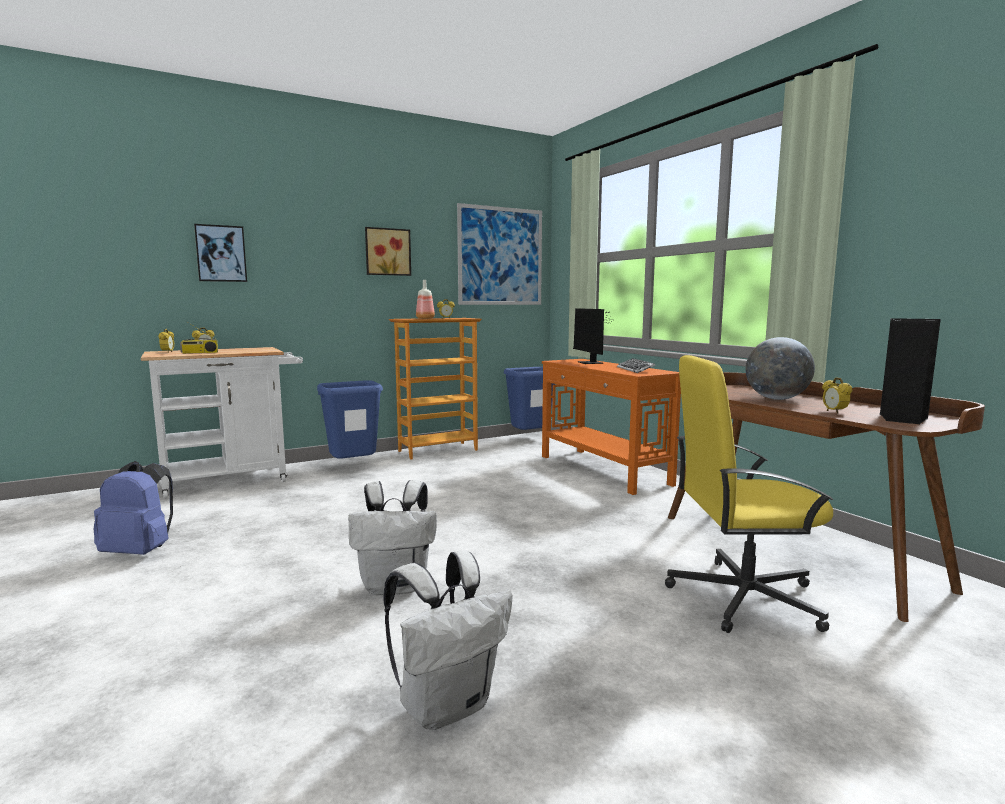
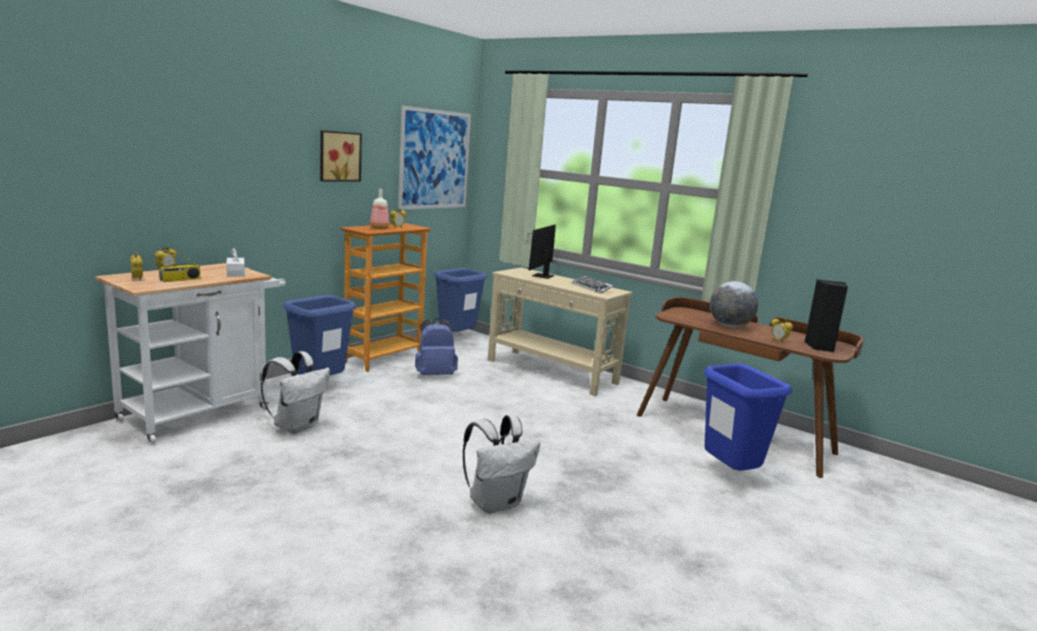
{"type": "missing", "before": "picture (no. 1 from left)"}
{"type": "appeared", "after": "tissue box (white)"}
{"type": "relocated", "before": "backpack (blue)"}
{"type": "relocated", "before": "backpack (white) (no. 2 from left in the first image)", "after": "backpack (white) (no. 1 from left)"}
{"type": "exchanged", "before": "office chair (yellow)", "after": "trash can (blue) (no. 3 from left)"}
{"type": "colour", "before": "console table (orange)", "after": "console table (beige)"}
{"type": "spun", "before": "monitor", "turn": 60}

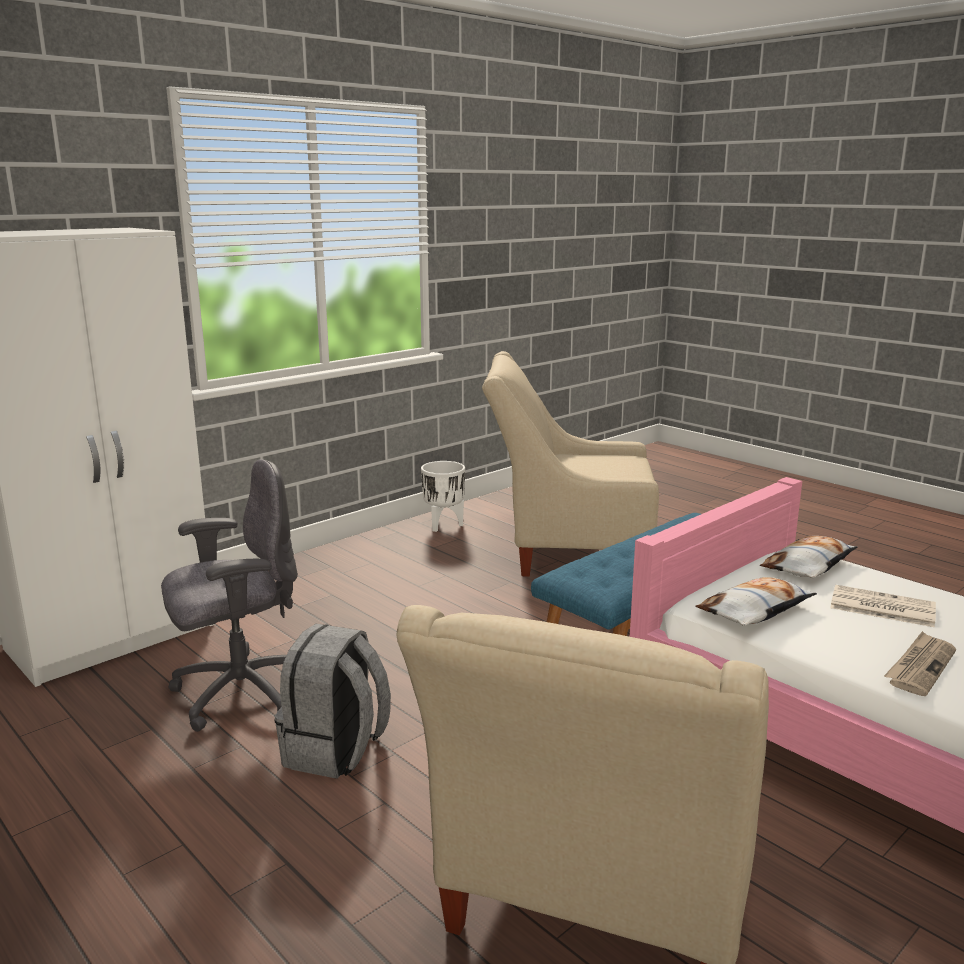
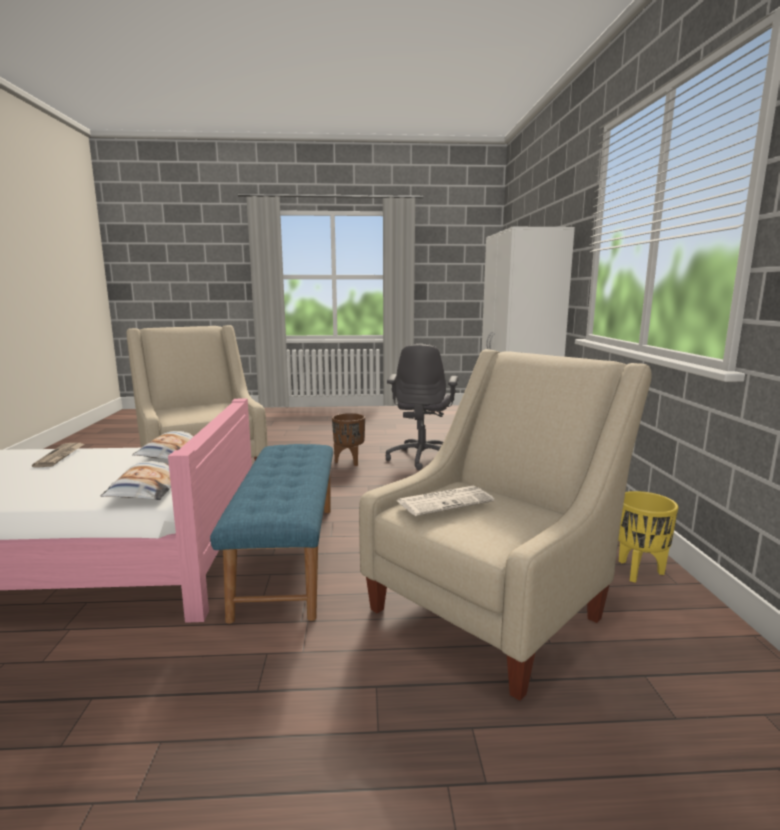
{"type": "relocated", "before": "newspaper (no. 1 from left in the first image)", "after": "newspaper (no. 2 from left)"}
{"type": "exchanged", "before": "backpack (grey)", "after": "planter (brown)"}
{"type": "colour", "before": "planter (white)", "after": "planter (yellow)"}

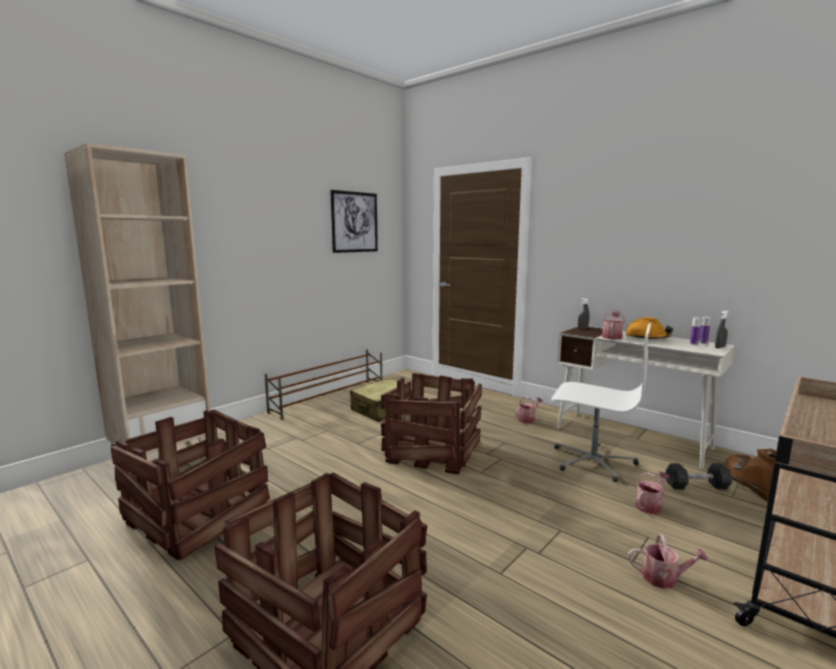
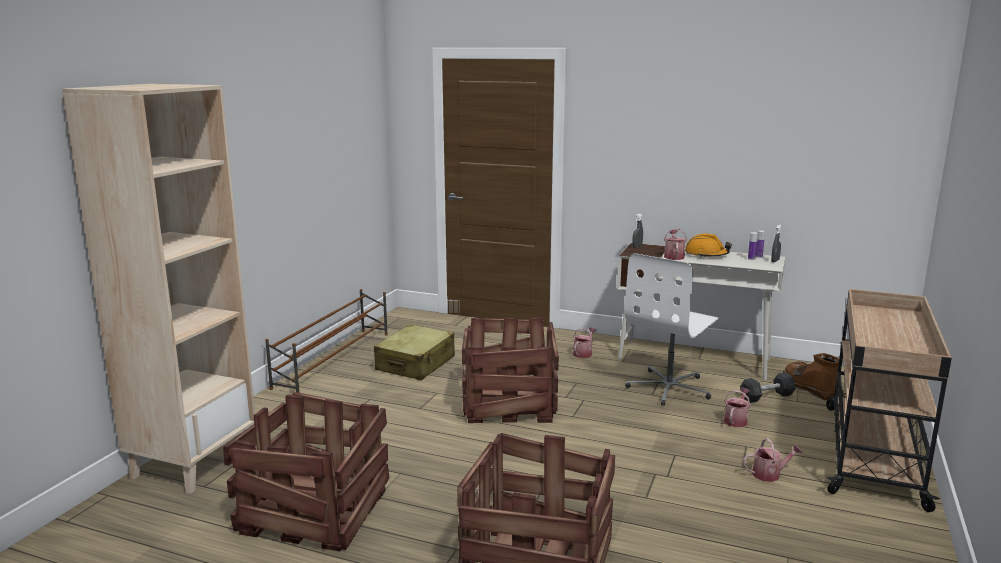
{"type": "missing", "before": "picture"}
{"type": "spun", "before": "office chair (white)", "turn": 120}

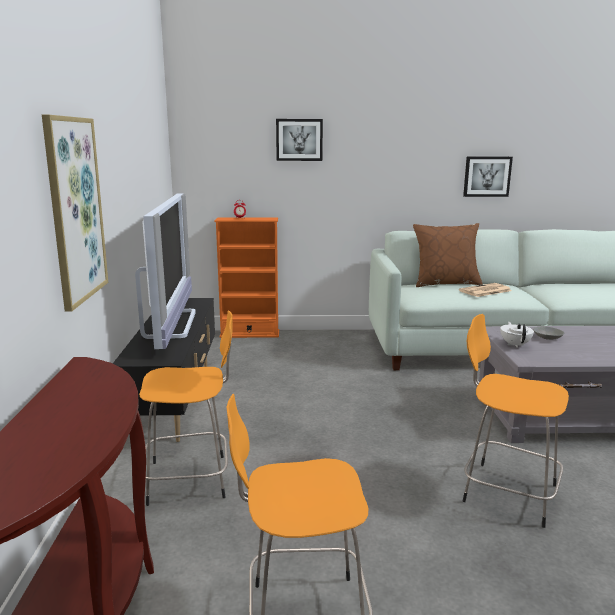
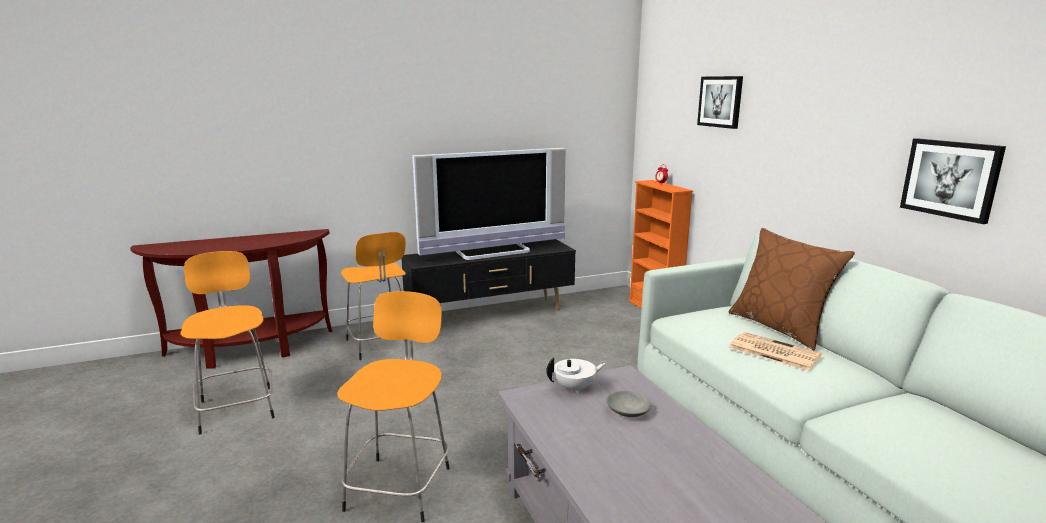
{"type": "missing", "before": "picture (no. 1 from left)"}

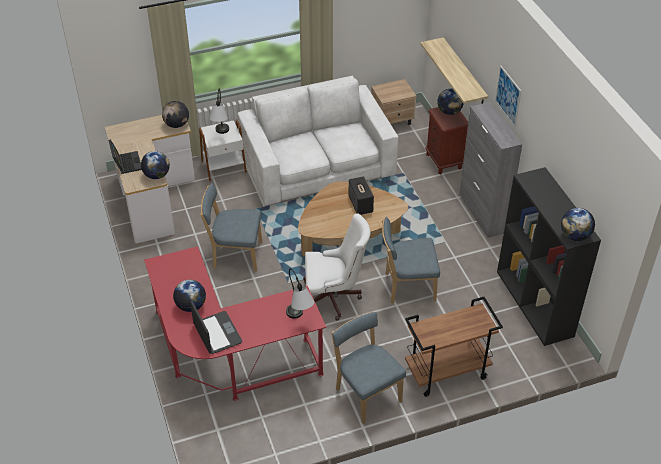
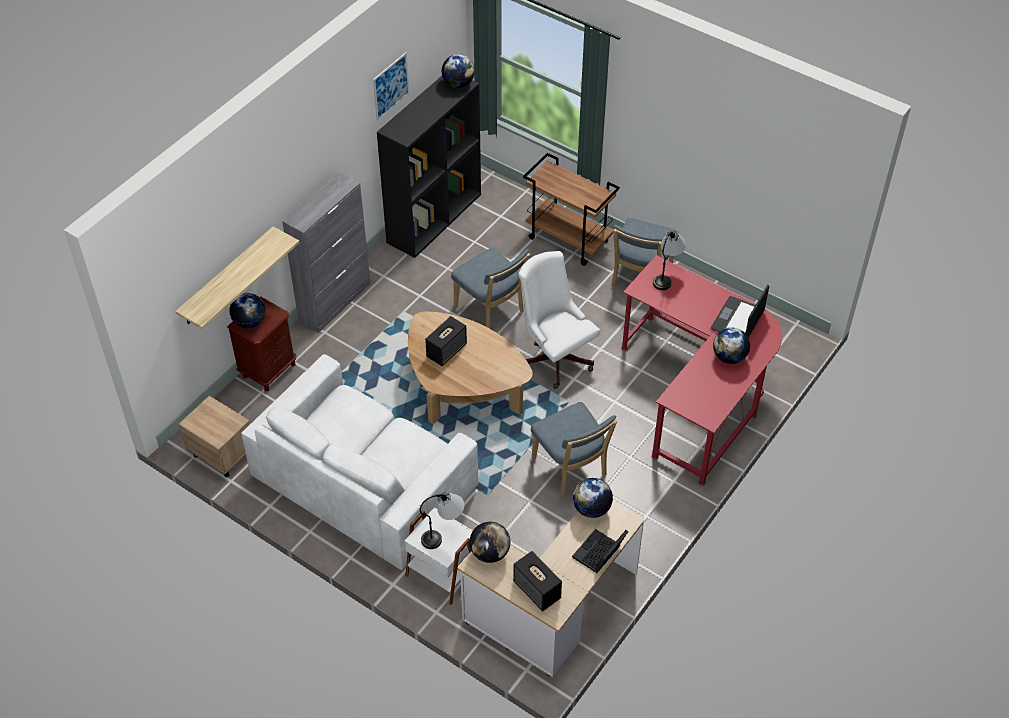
{"type": "appeared", "after": "speaker (no. 2 from left)"}
{"type": "relocated", "before": "picture"}

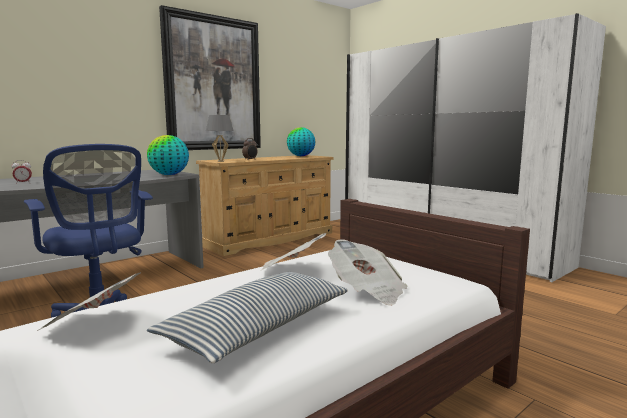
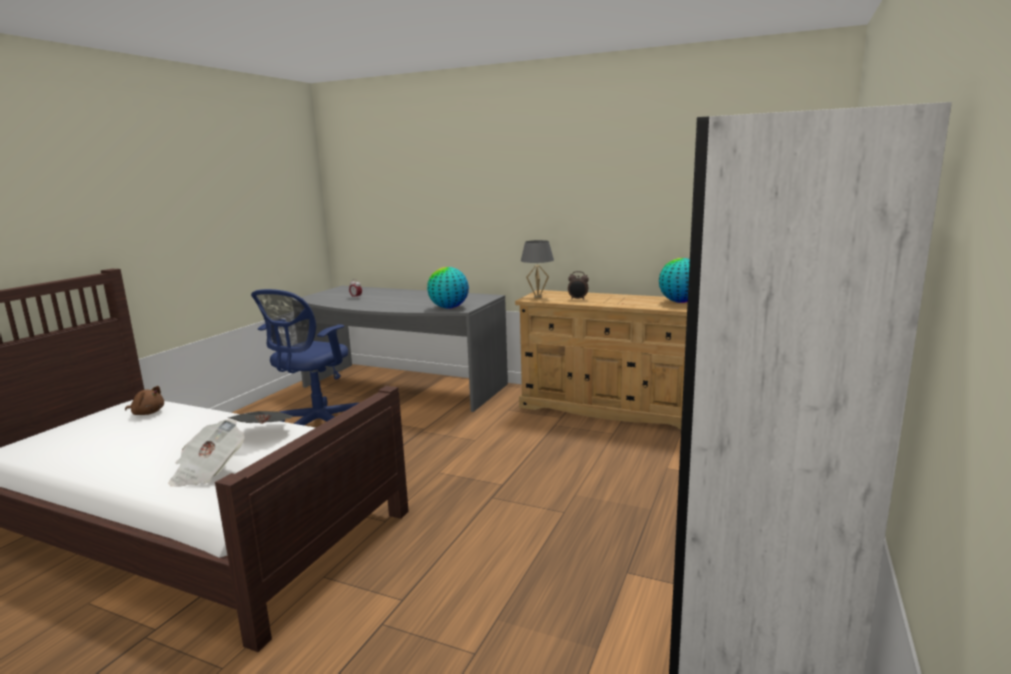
{"type": "missing", "before": "pillow"}
{"type": "missing", "before": "picture"}
{"type": "exchanged", "before": "newspaper (no. 1 from left)", "after": "plush toy (brown)"}

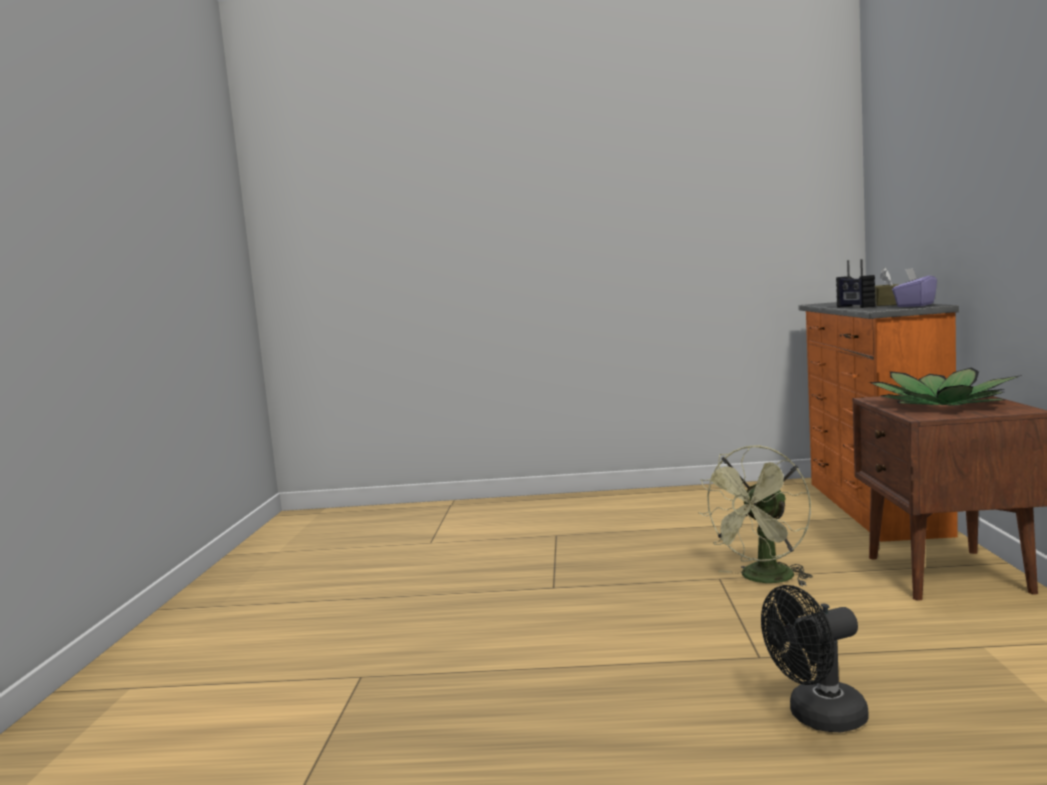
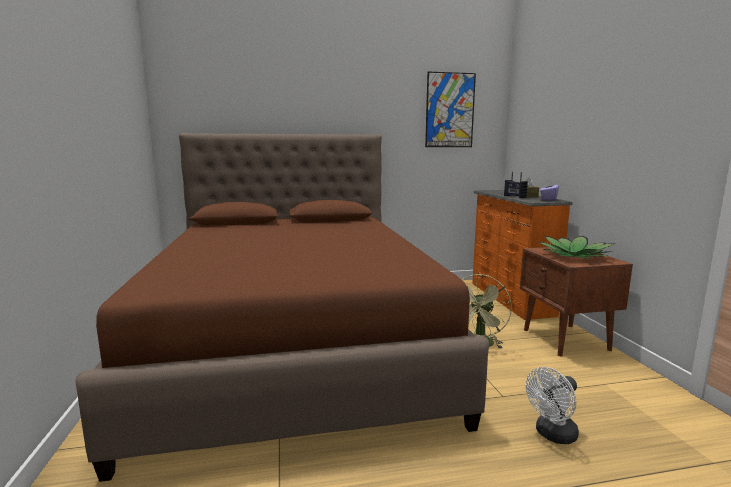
{"type": "appeared", "after": "bed (brown)"}
{"type": "appeared", "after": "picture"}
{"type": "colour", "before": "fan (black)", "after": "fan (white)"}

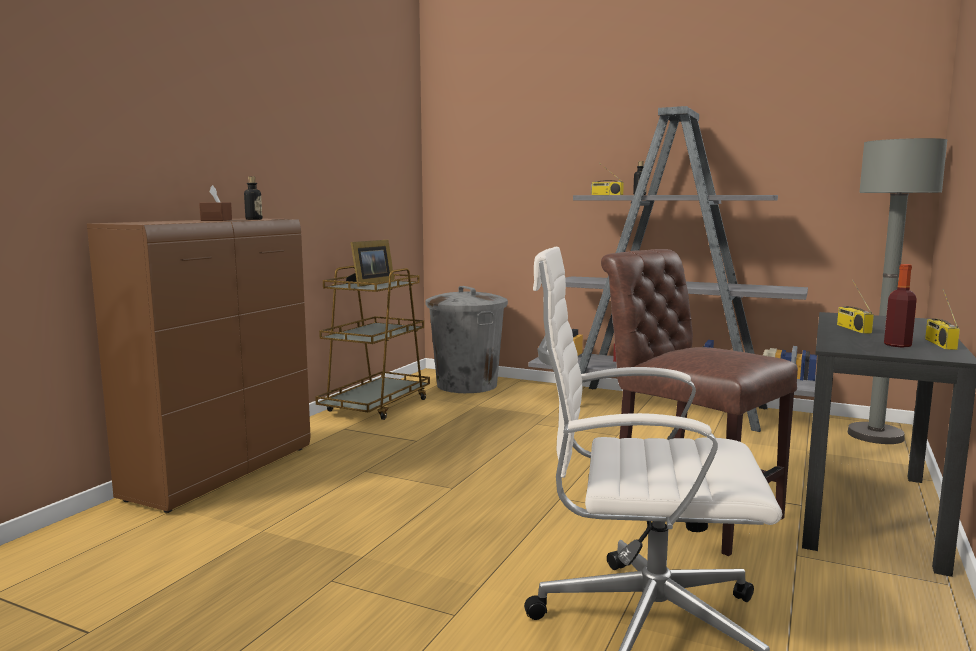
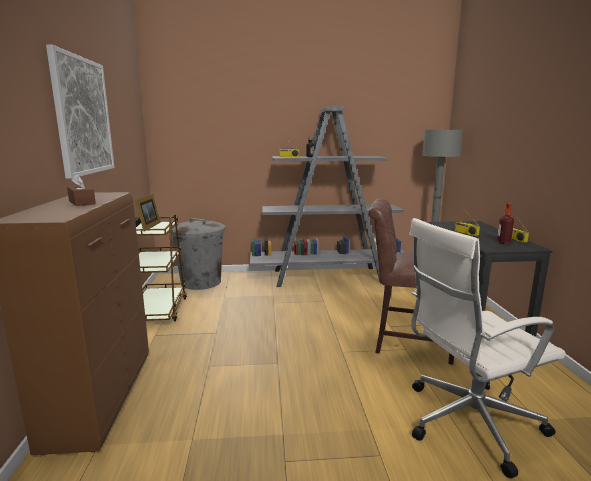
{"type": "missing", "before": "bottle (no. 1 from left)"}
{"type": "appeared", "after": "picture"}

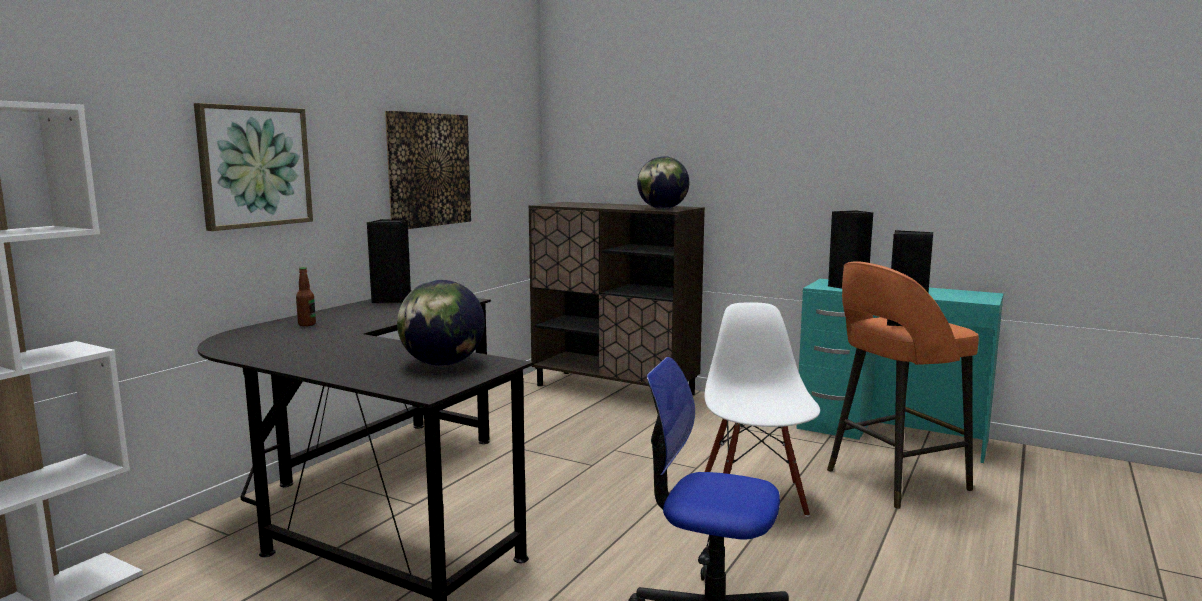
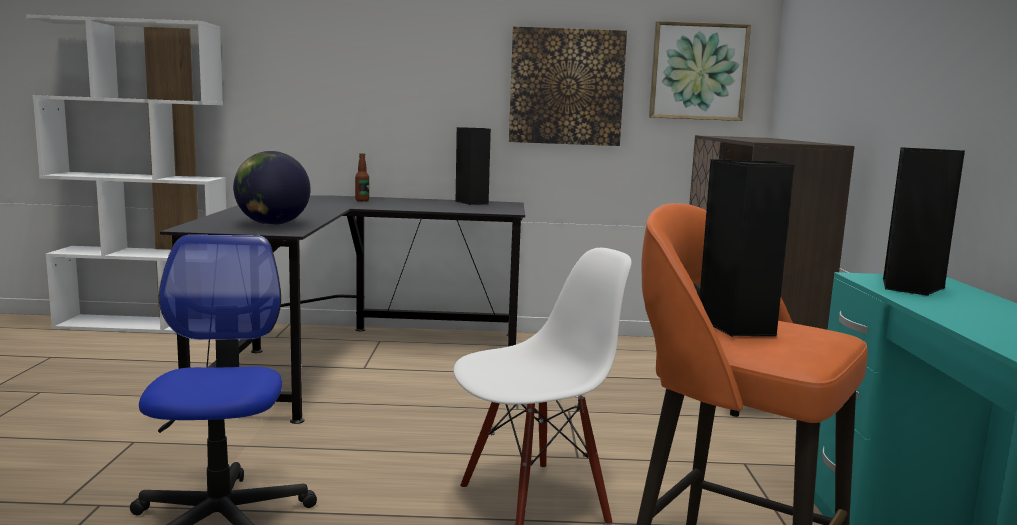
{"type": "missing", "before": "globe (no. 2 from left)"}
{"type": "relocated", "before": "picture (no. 1 from left in the first image)", "after": "picture (no. 2 from left)"}

